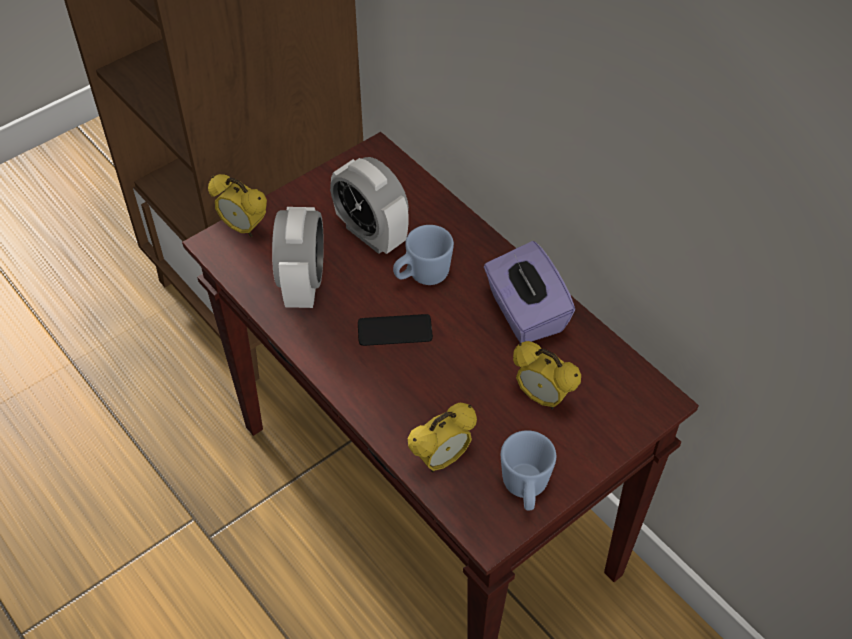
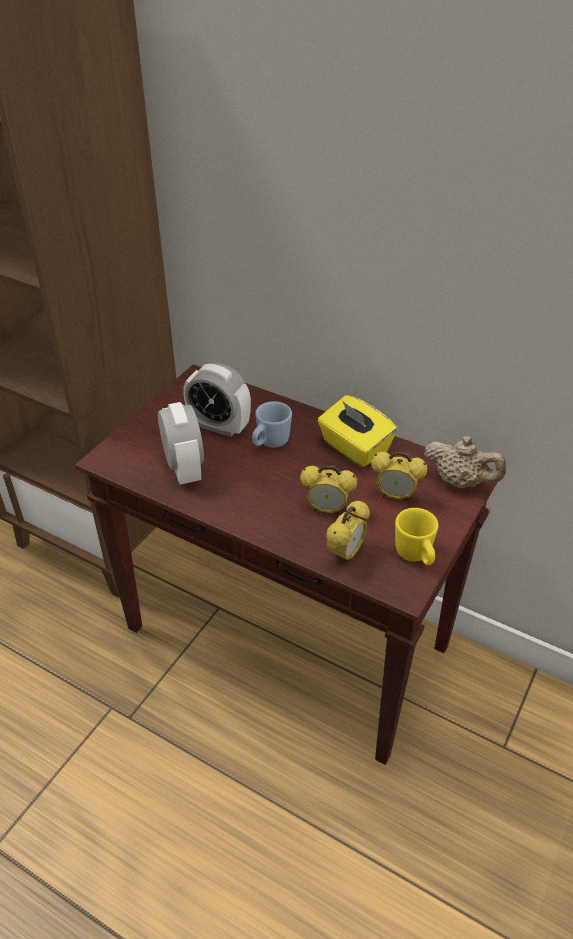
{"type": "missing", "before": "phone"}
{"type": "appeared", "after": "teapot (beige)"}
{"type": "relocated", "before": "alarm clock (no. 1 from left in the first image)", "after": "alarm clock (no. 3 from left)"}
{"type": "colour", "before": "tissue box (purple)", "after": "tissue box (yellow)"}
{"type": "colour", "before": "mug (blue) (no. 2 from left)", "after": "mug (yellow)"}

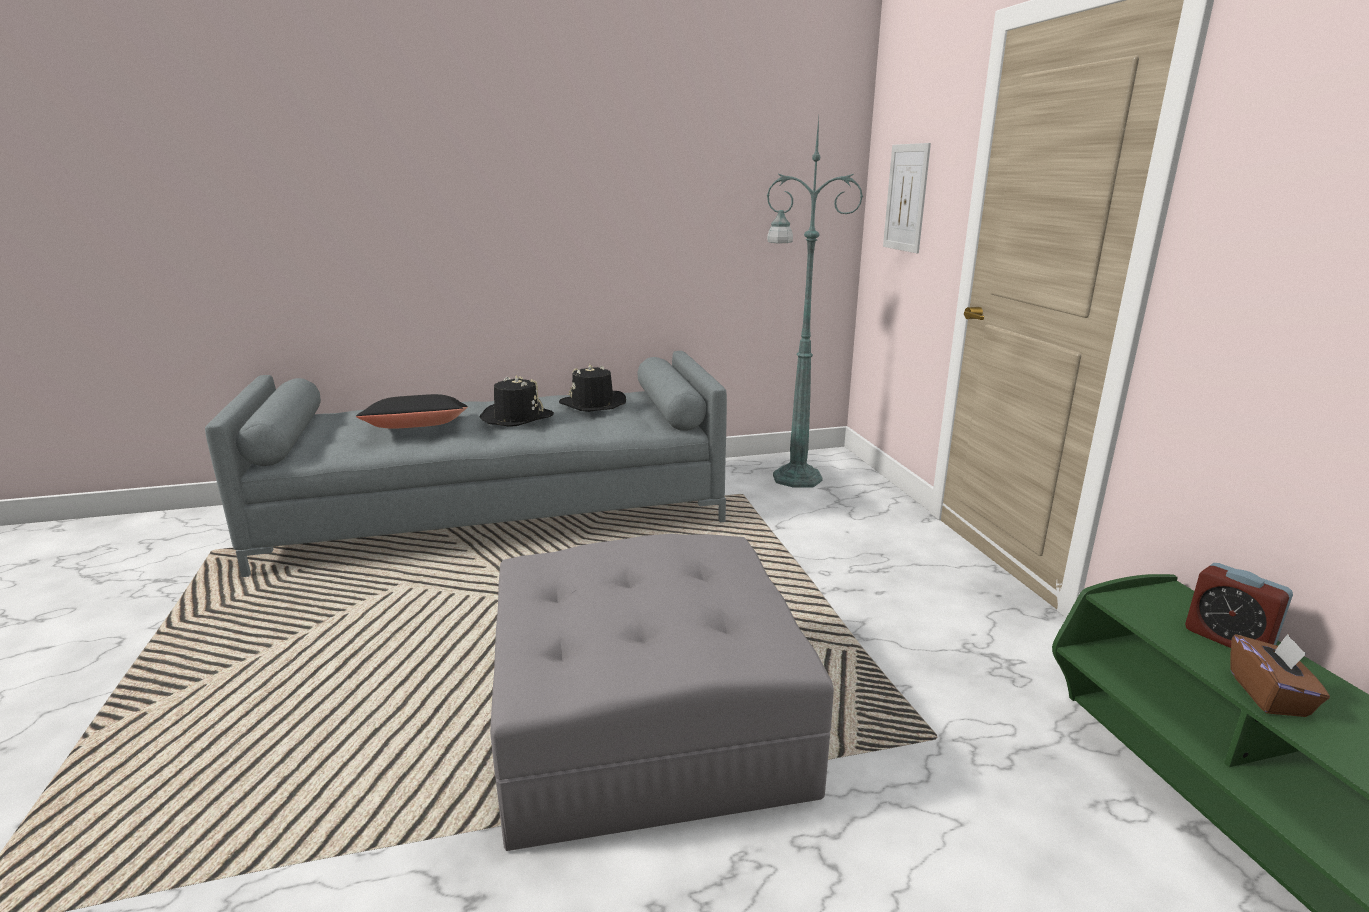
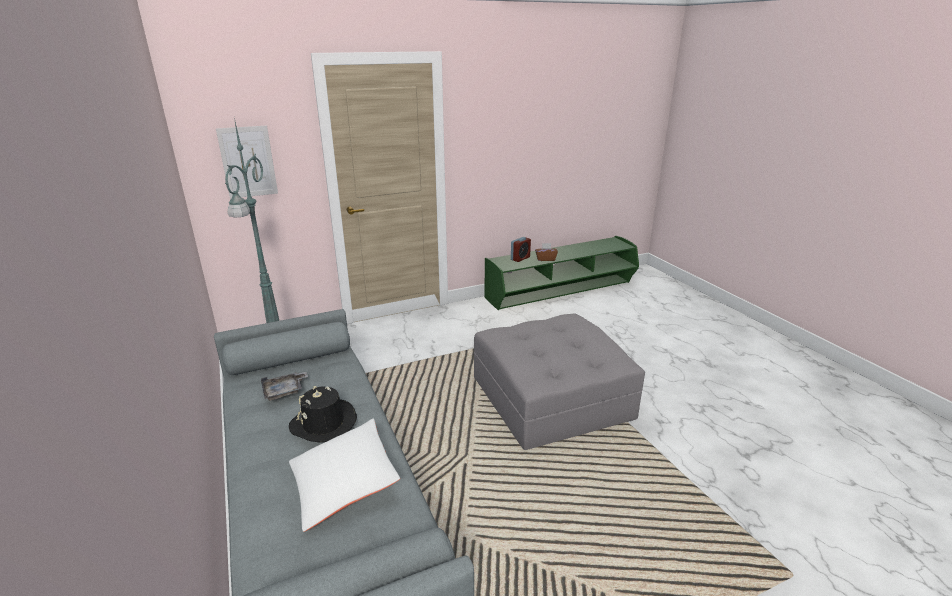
{"type": "exchanged", "before": "hat (black) (no. 2 from left)", "after": "tray (grey)"}
{"type": "colour", "before": "pillow (black)", "after": "pillow (white)"}

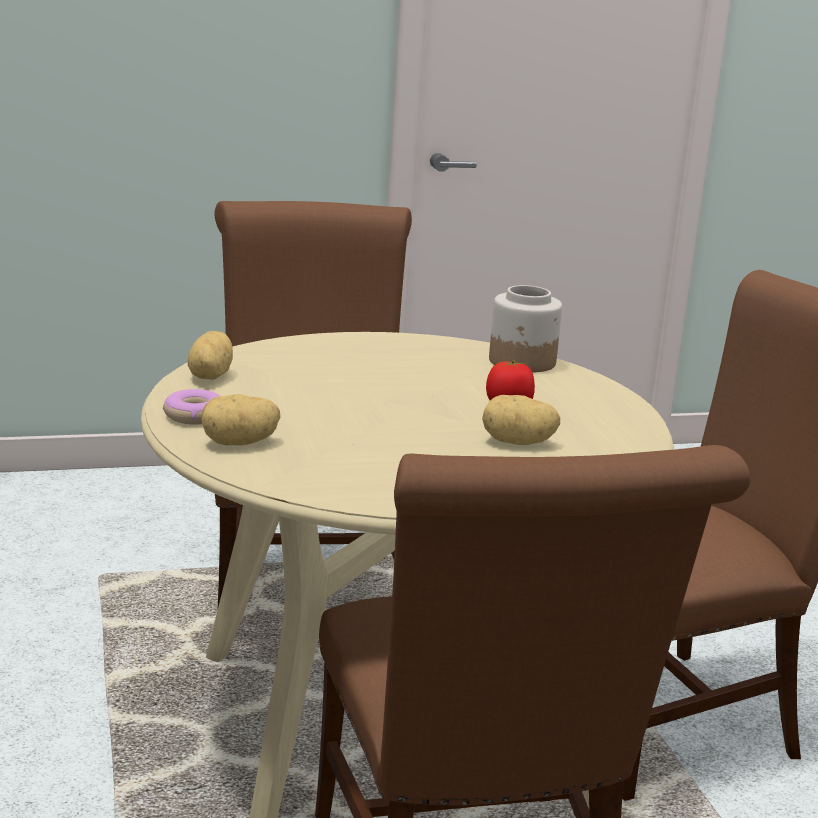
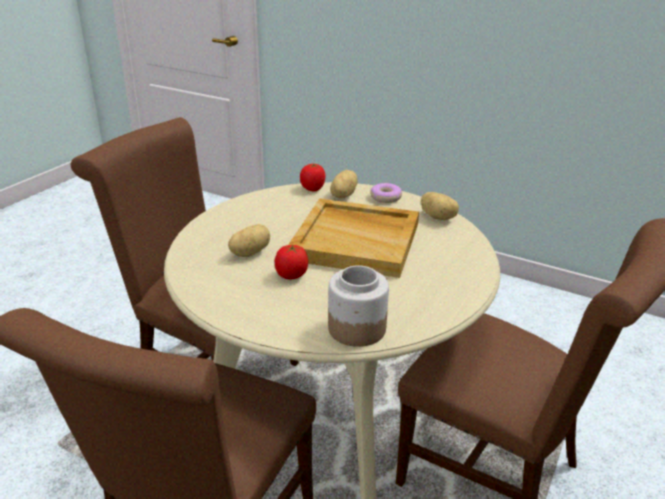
{"type": "appeared", "after": "tray (beige)"}
{"type": "appeared", "after": "tomato (no. 2 from left)"}

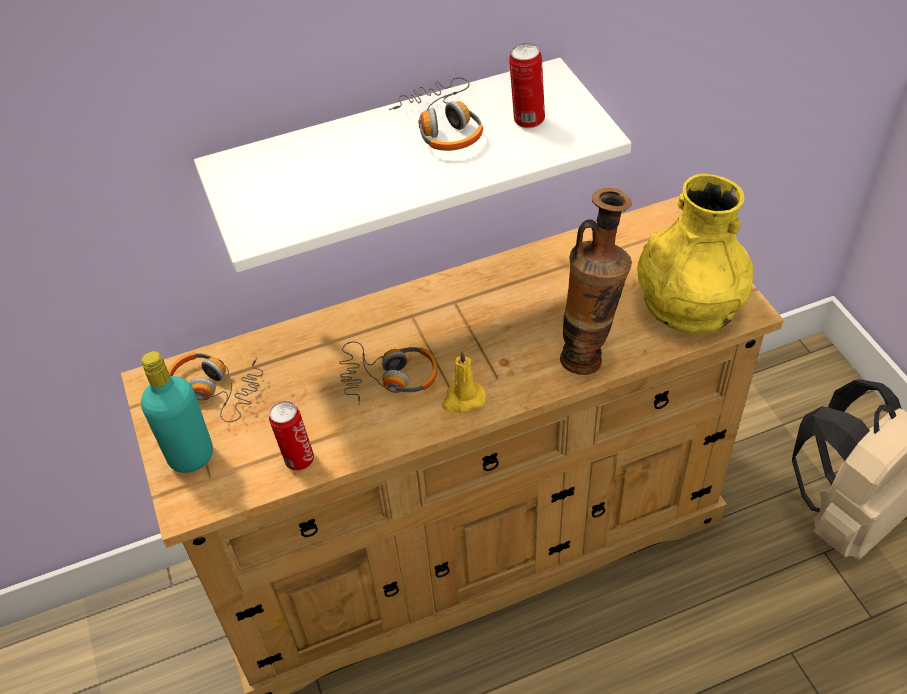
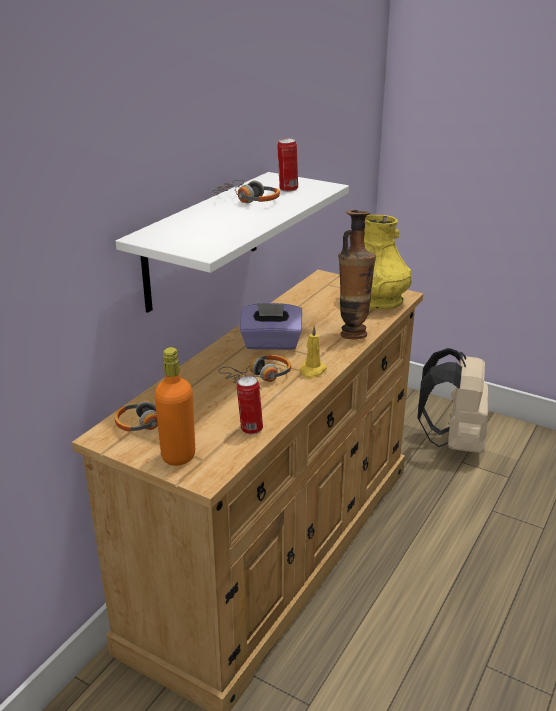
{"type": "appeared", "after": "tissue box (purple)"}
{"type": "colour", "before": "bottle (turquoise)", "after": "bottle (orange)"}

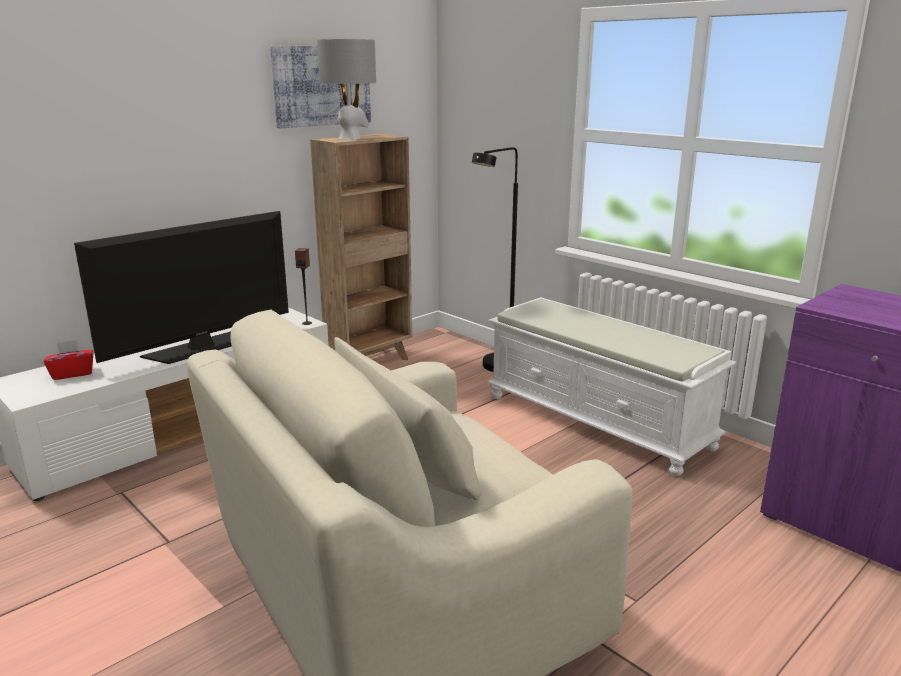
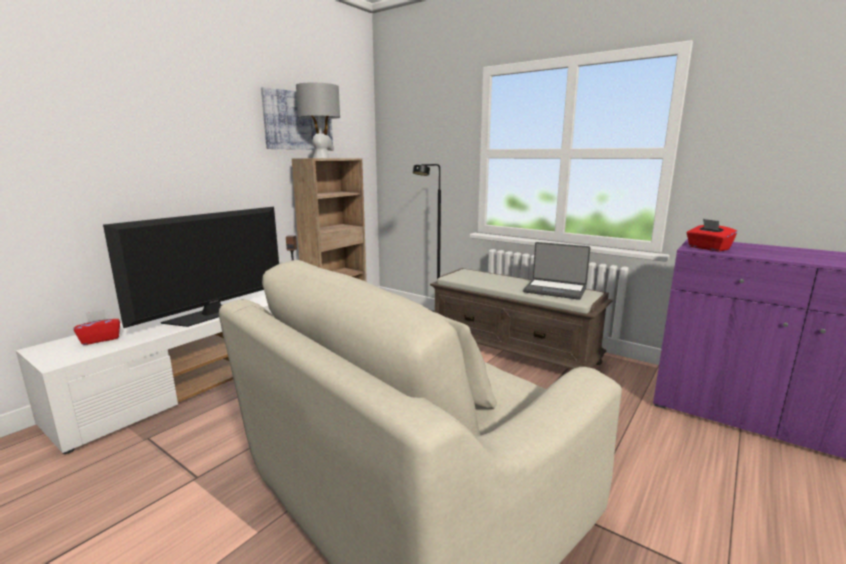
{"type": "appeared", "after": "laptop"}
{"type": "appeared", "after": "tissue box (red) (no. 2 from left)"}
{"type": "colour", "before": "bench (white)", "after": "bench (brown)"}

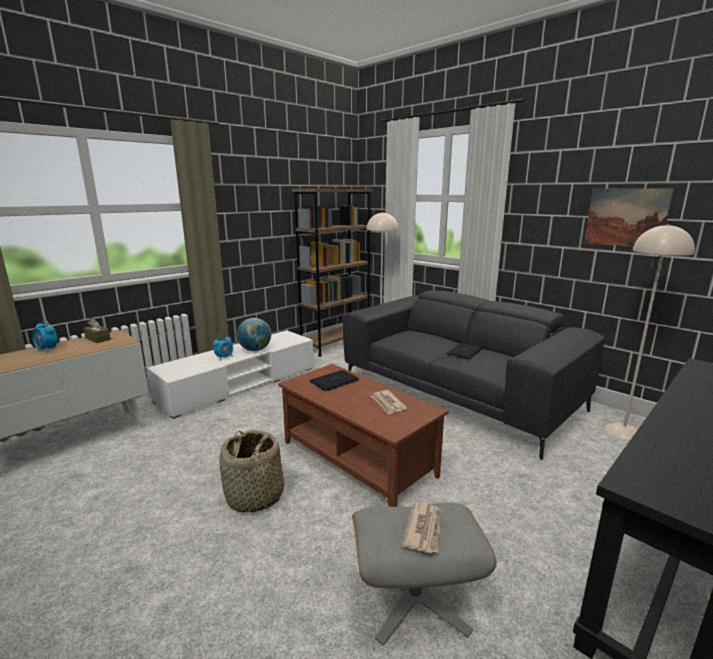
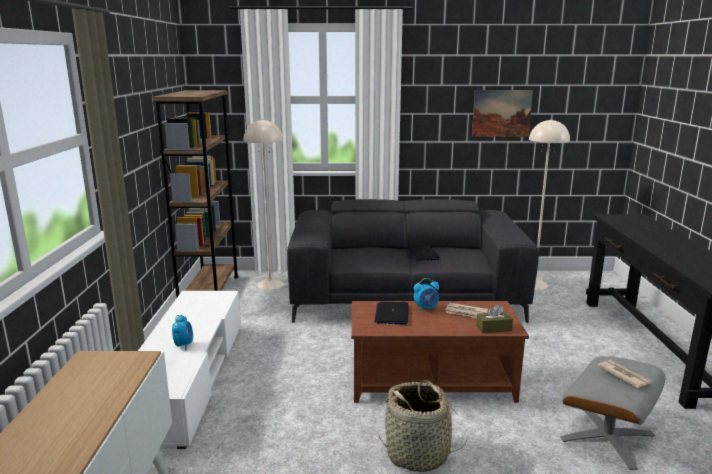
{"type": "missing", "before": "globe"}
{"type": "relocated", "before": "alarm clock (no. 1 from left in the first image)", "after": "alarm clock (no. 2 from left)"}
{"type": "relocated", "before": "tissue box (brown)"}

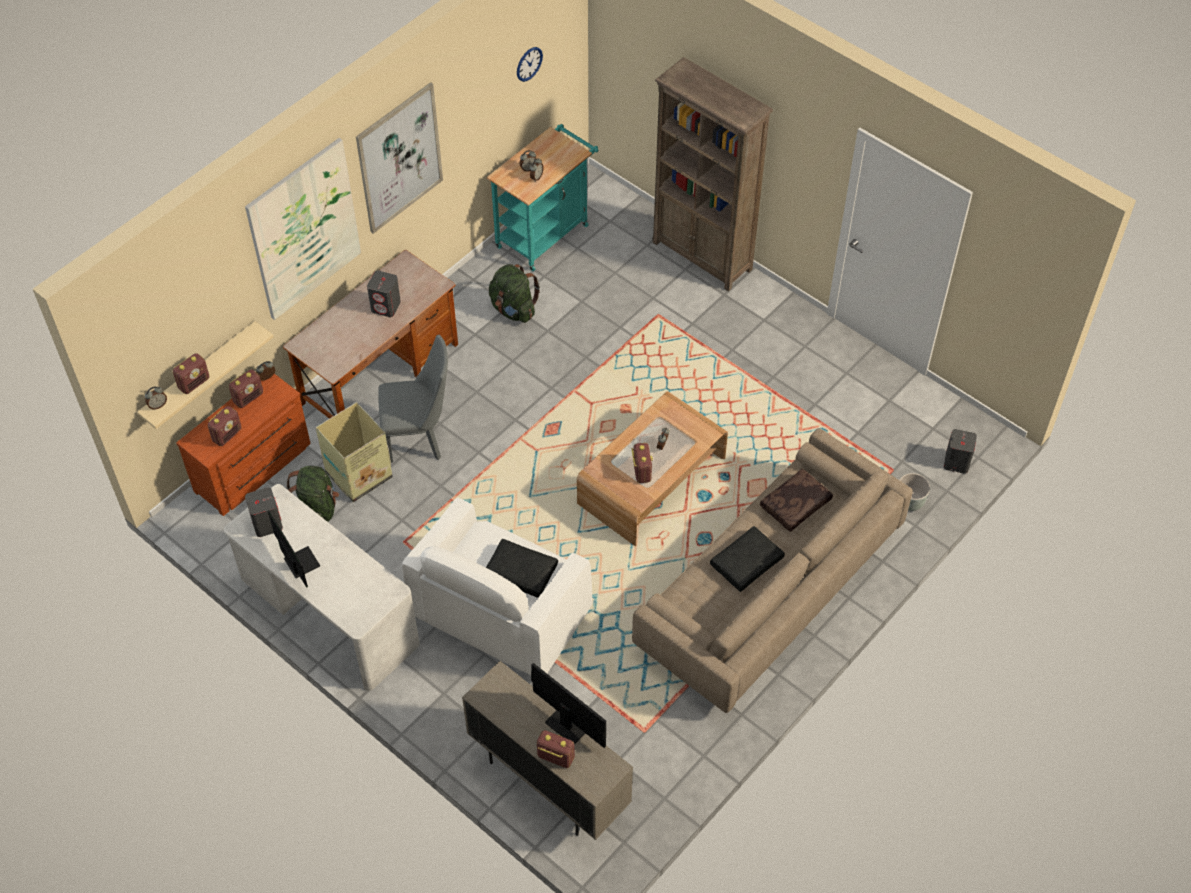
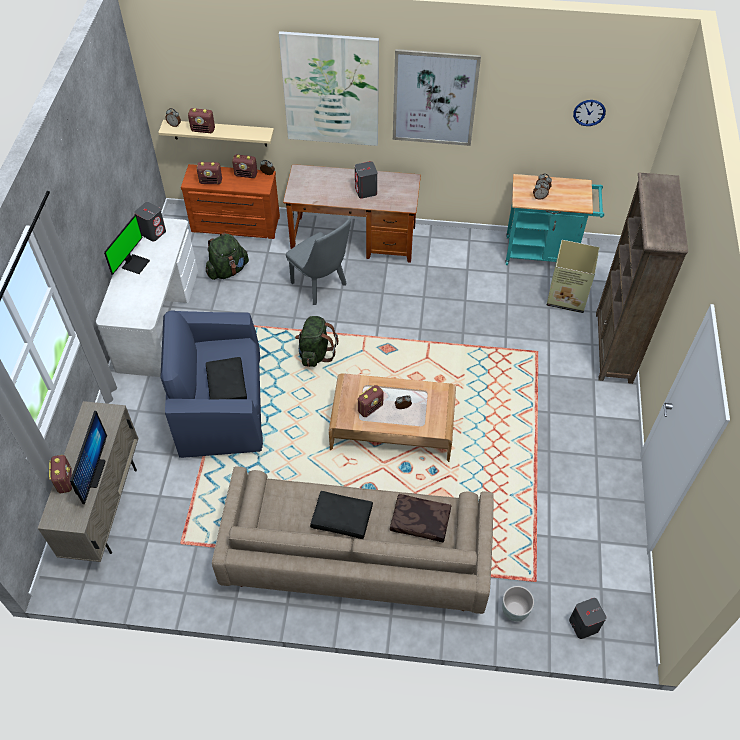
{"type": "relocated", "before": "cardboard box"}
{"type": "relocated", "before": "backpack (green) (no. 2 from left)"}
{"type": "colour", "before": "armchair (white)", "after": "armchair (blue)"}

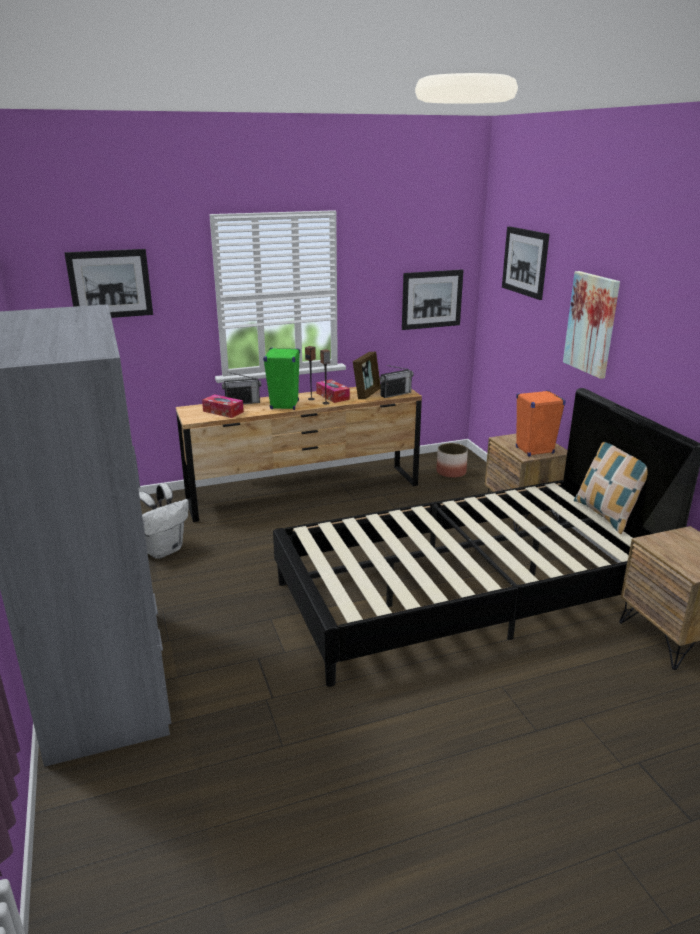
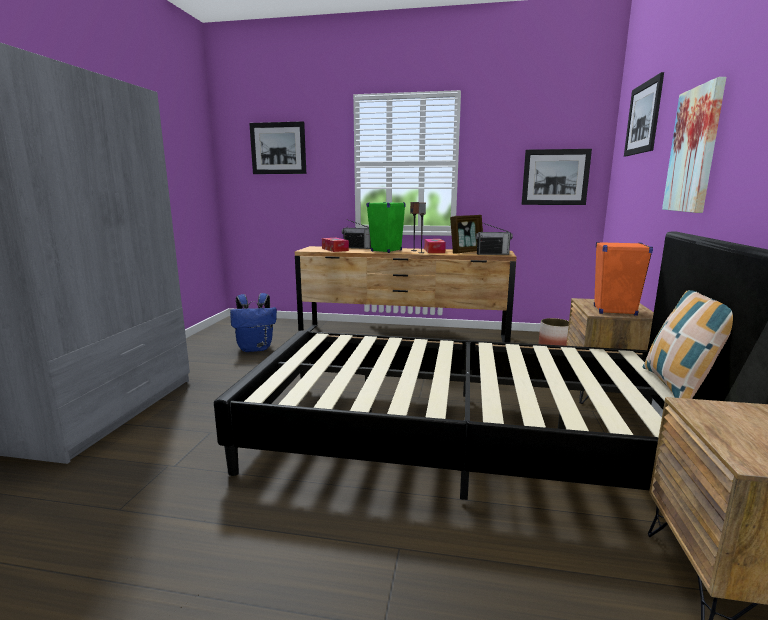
{"type": "colour", "before": "backpack (white)", "after": "backpack (blue)"}

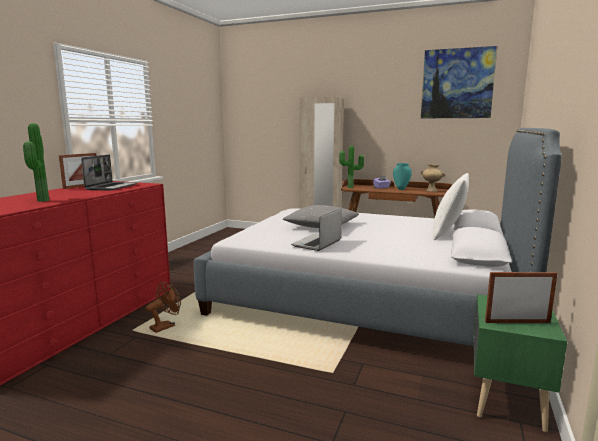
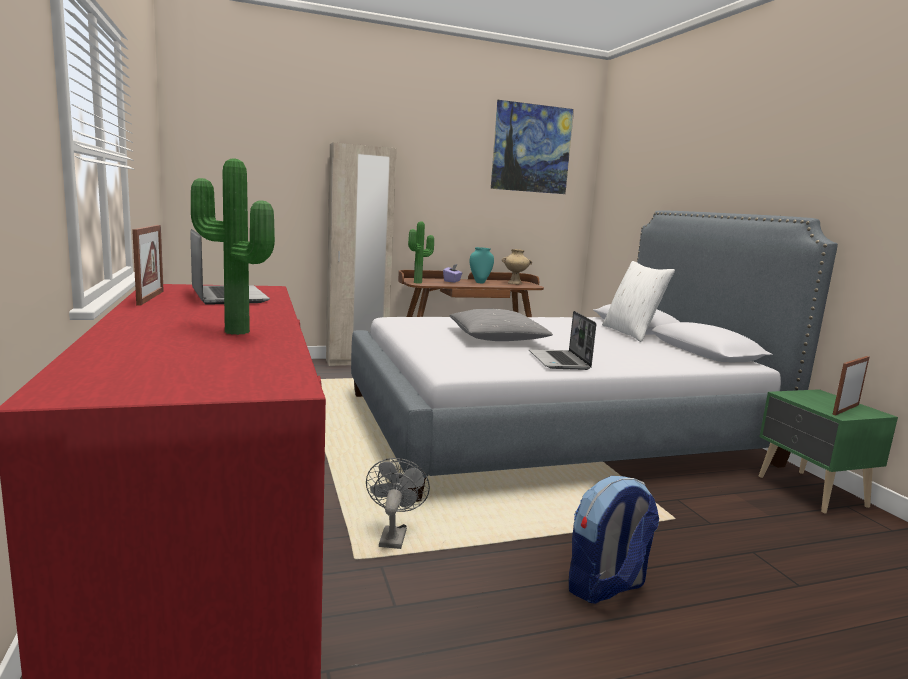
{"type": "appeared", "after": "backpack"}
{"type": "colour", "before": "fan (brown)", "after": "fan (grey)"}

